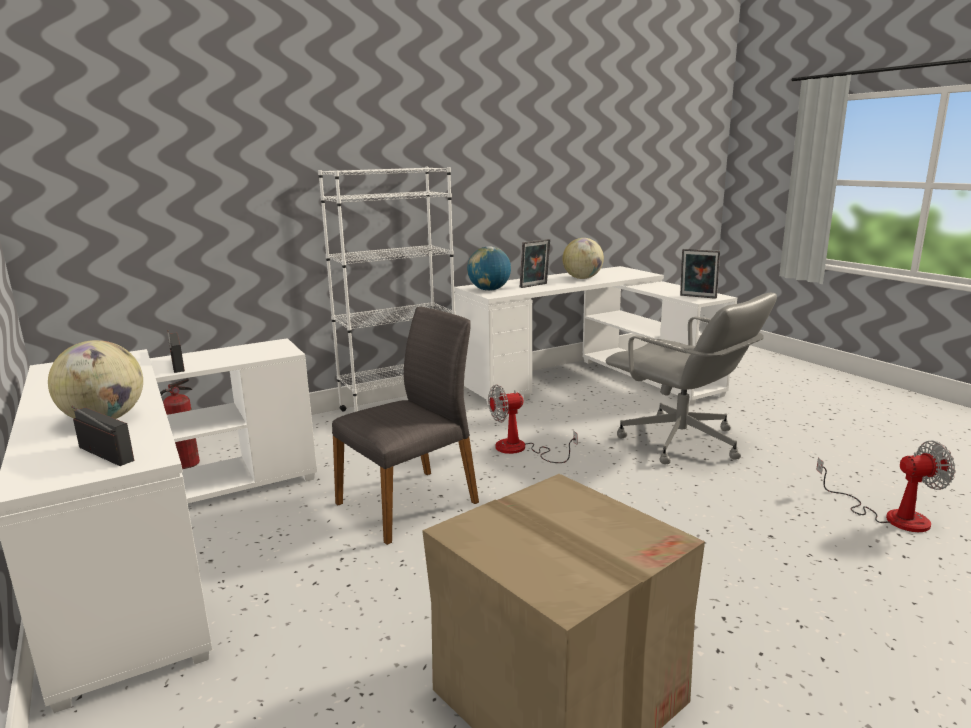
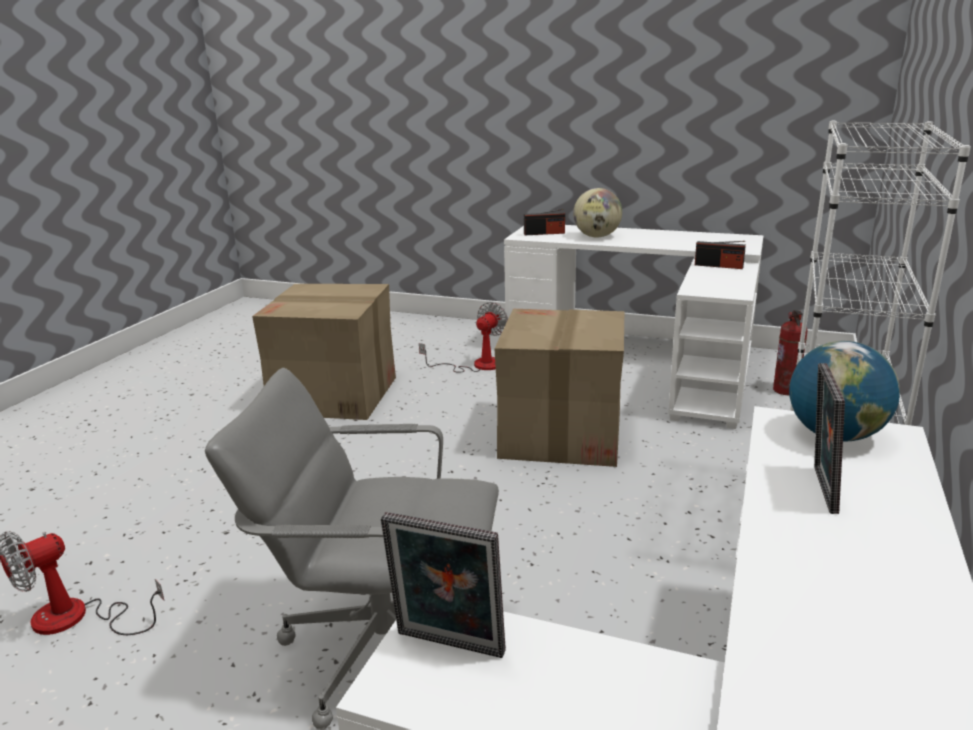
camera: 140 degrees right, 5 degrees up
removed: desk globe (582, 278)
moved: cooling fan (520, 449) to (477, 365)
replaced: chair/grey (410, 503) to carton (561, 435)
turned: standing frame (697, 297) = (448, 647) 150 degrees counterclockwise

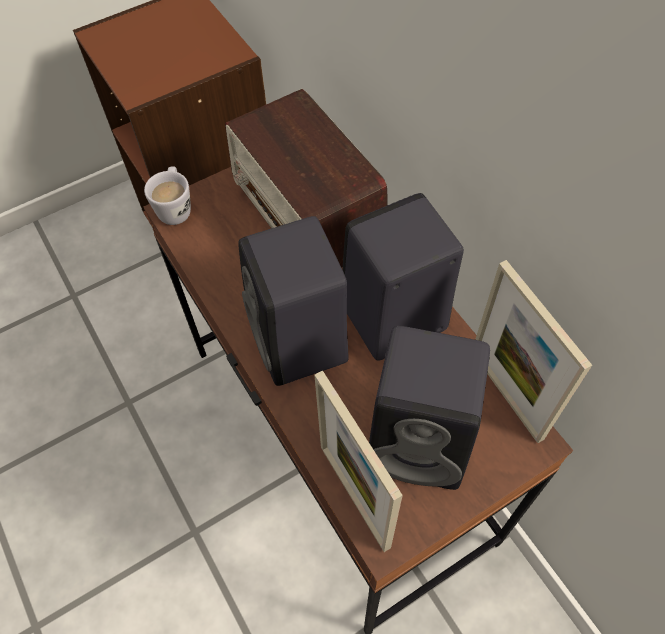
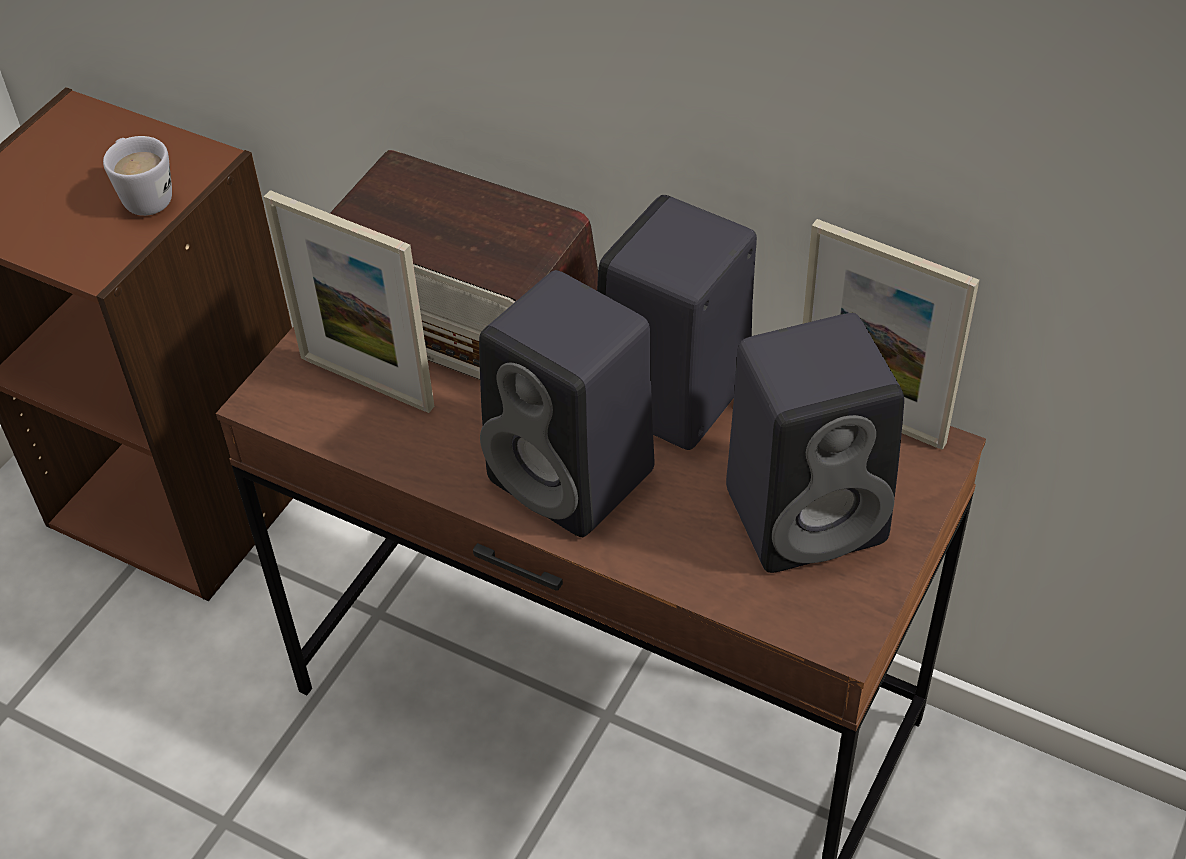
camera: 30 degrees left, 10 degrees down
moved: tea mug/whitish (175, 208) to (144, 196); standing frame (354, 496) to (366, 382)

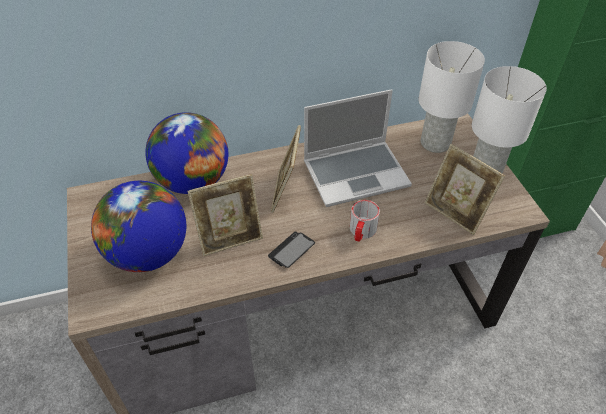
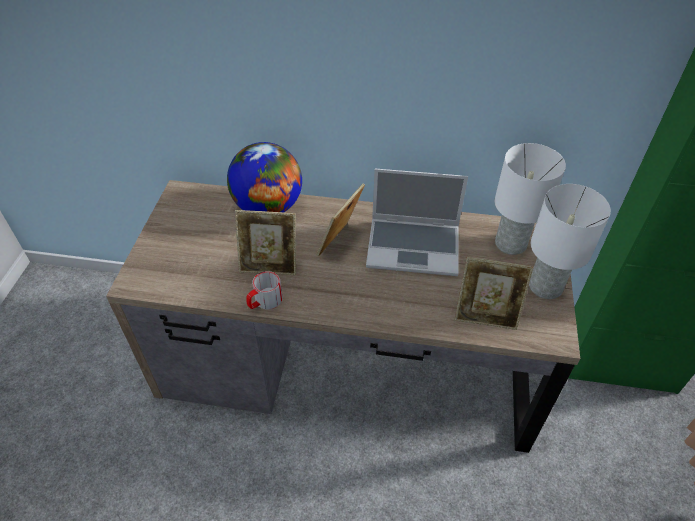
camera: 25 degrees right, 0 degrees up
removed: desk globe (149, 254); telephone (291, 250)
moved: tea mug (361, 232) to (264, 301)
turned: standing frame (455, 213) = (486, 316) 60 degrees counterclockwise

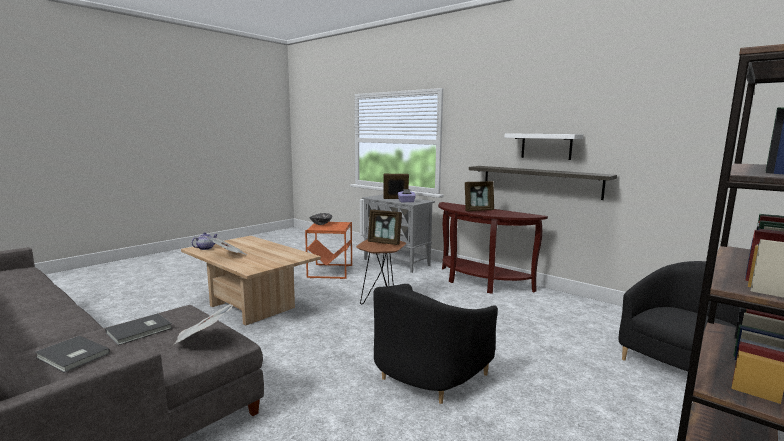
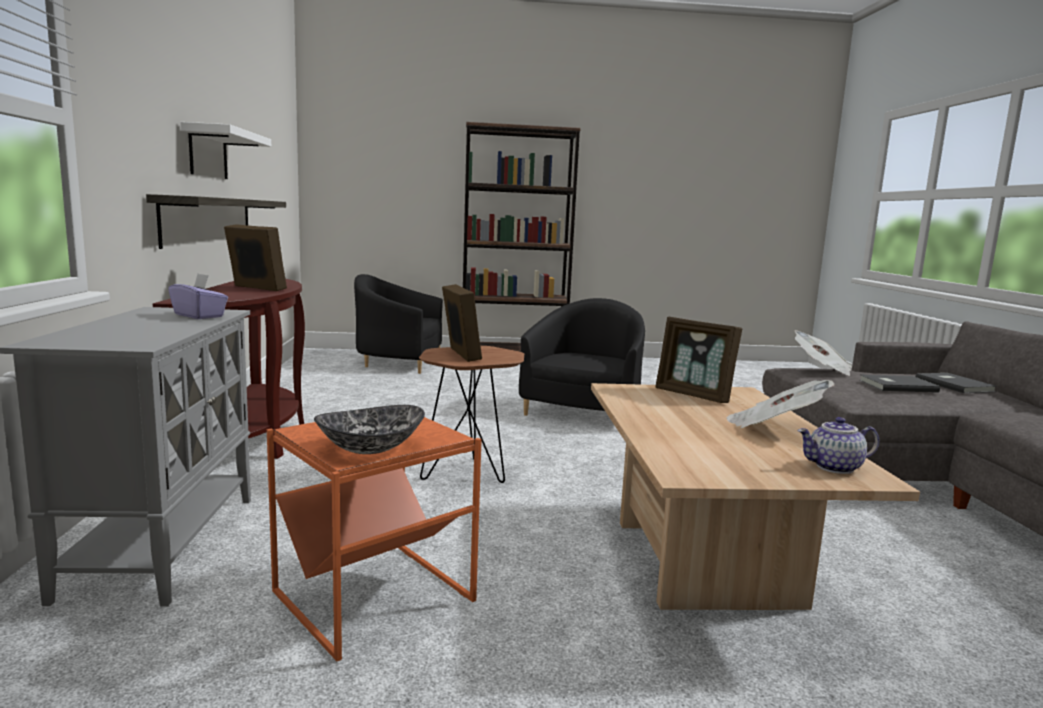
camera: 135 degrees left, 0 degrees up
moved: standing frame (395, 199) to (694, 395)
turned: lounge chair/black-coloured (427, 376) = (584, 411) 60 degrees counterclockwise

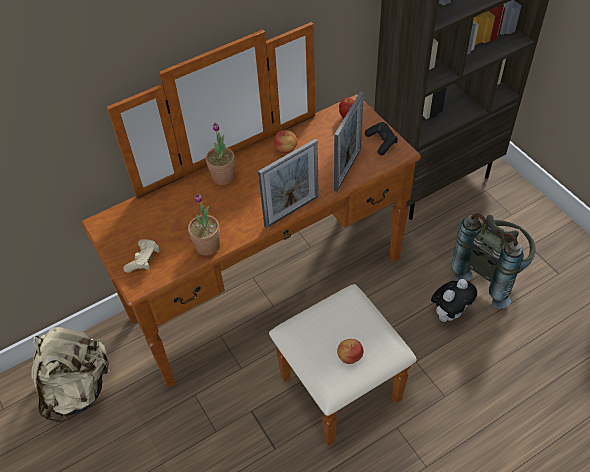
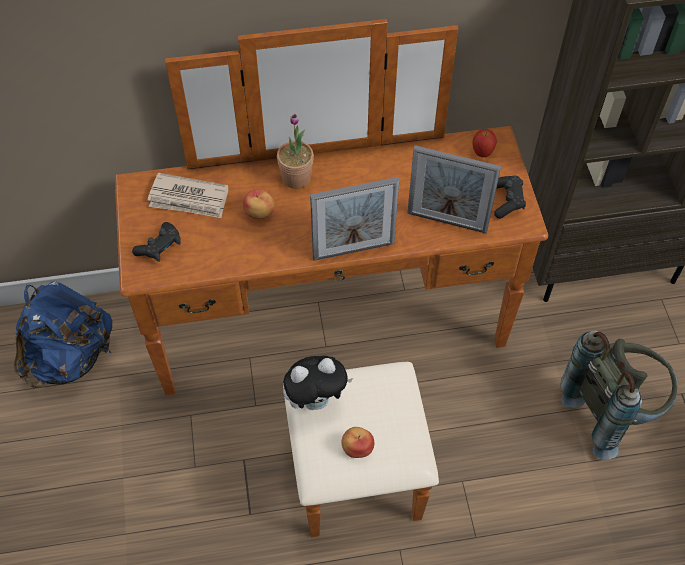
camera: 20 degrees right, 5 degrees up
removed: houseplant (207, 245)
added: printed paper (189, 199)
moved: whole apple (286, 149) to (259, 213); soft toy (449, 313) to (316, 400)
recoloured: backpack/beige (78, 388) to backpack/blue-coloured (70, 356); joypad/beige (143, 260) to joypad/black-coloured (160, 247)
turned: standing frame (347, 169) = (447, 222) 60 degrees clockwise

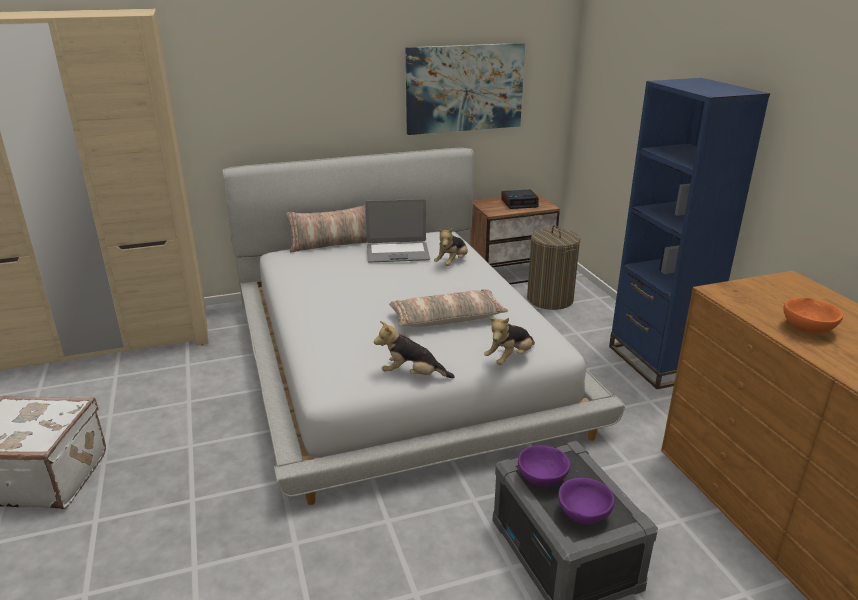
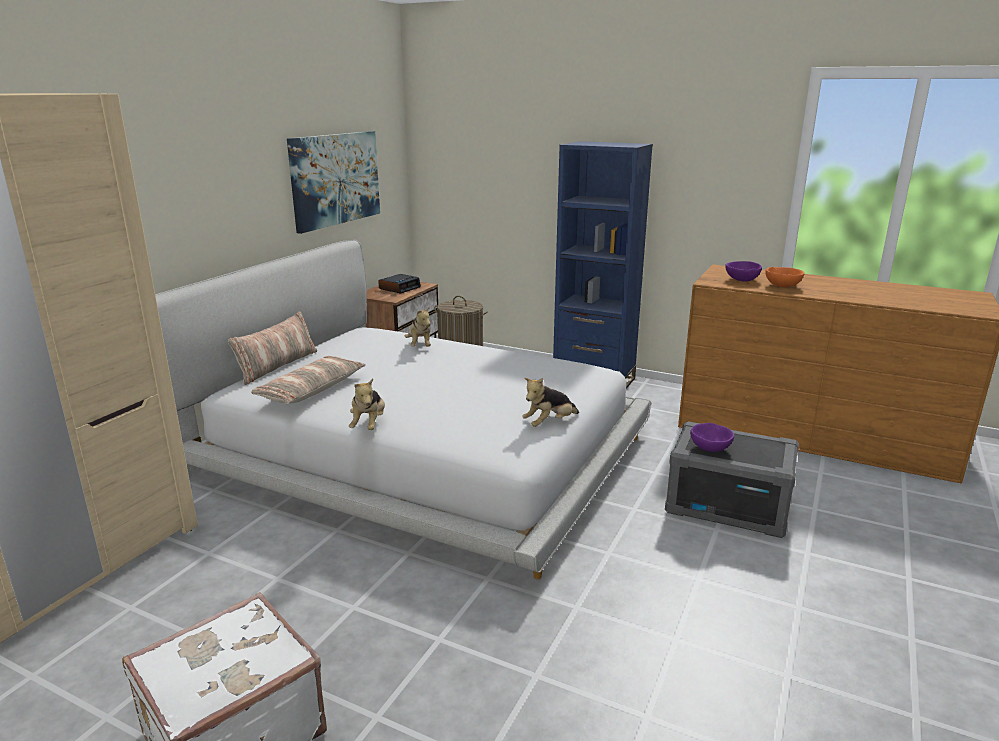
camera: 45 degrees left, 5 degrees down
removed: notebook computer (397, 253)
moved: pillow (447, 318) to (311, 390); soft toy (510, 358) to (369, 425); serving bowl/purple (583, 513) to (741, 280)

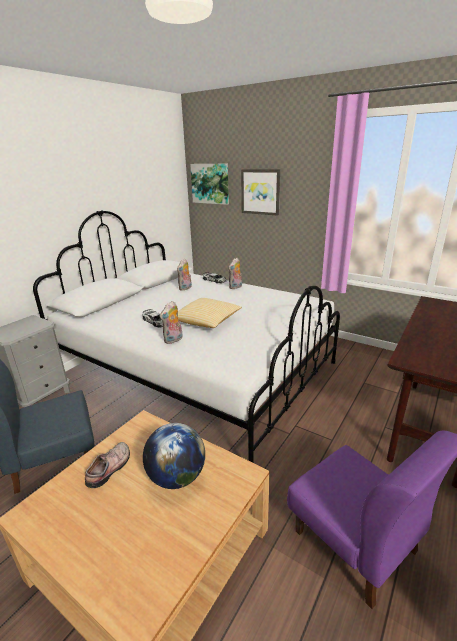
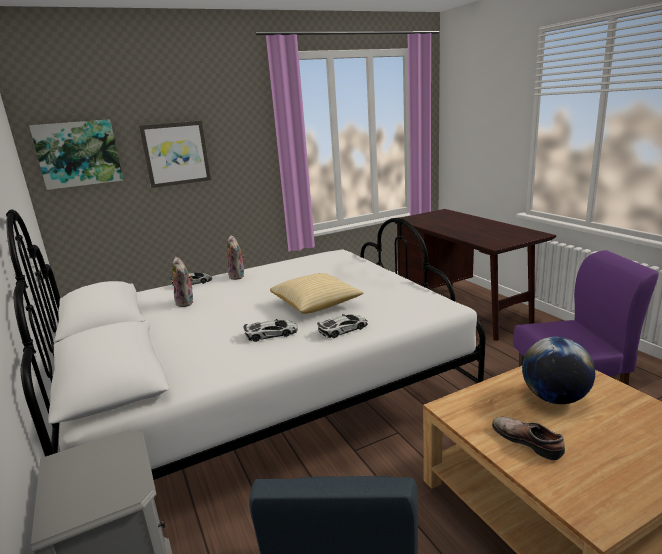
camera: 60 degrees left, 5 degrees down
replaced: soft toy (173, 340) to toy car (343, 329)

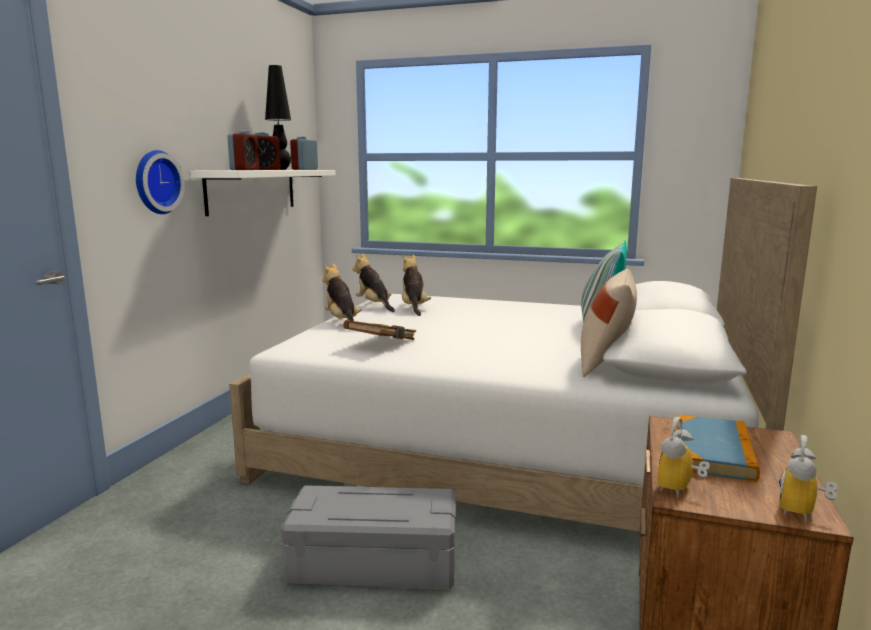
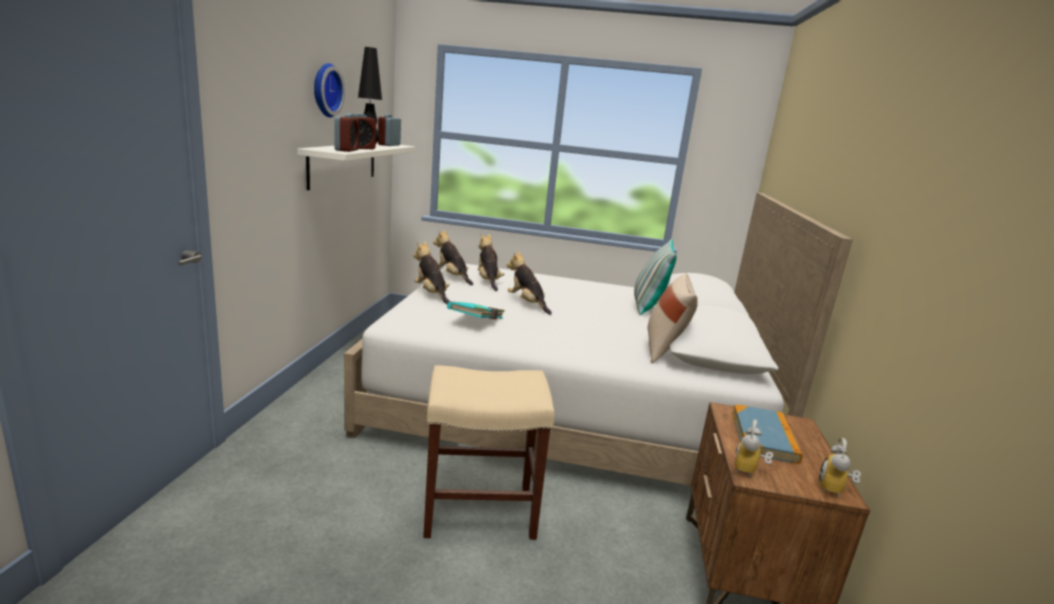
camera: 10 degrees left, 5 degrees up
added: soft toy (527, 304)
moved: wall clock (155, 182) to (325, 90)
replaced: storage container/grey (375, 562) to stool/beige (481, 510)
recoloured: book/brown-coloured (382, 344) to book/turquoise (476, 322)

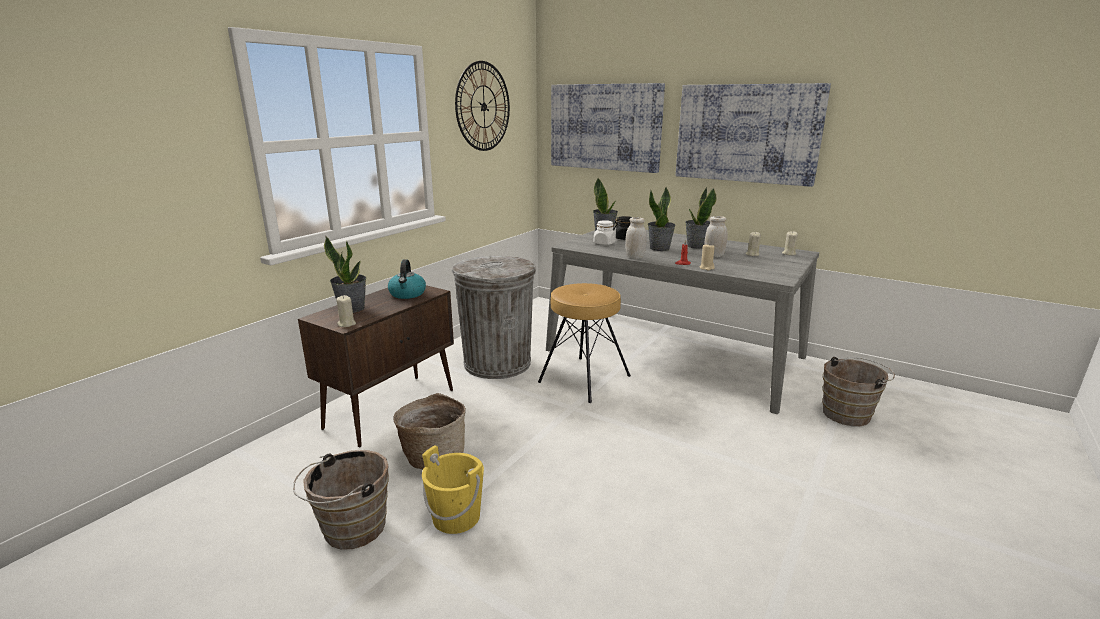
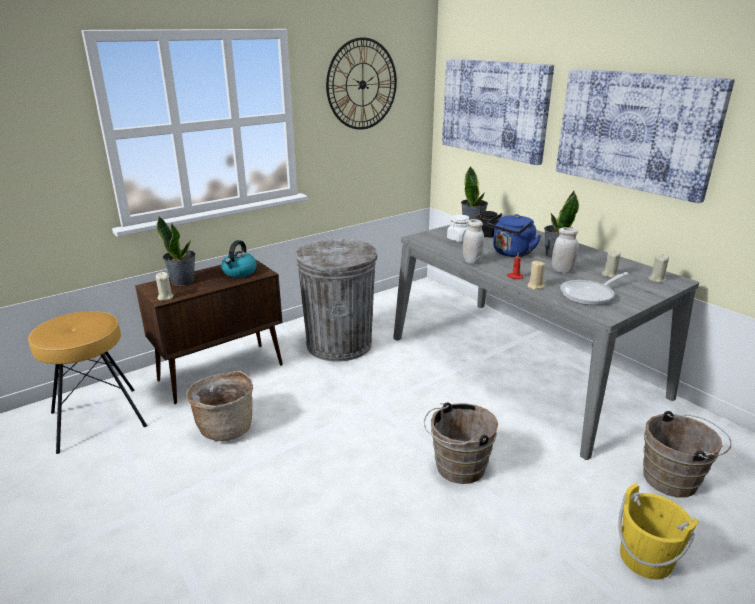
camera: 20 degrees right, 5 degrees up
added: skillet (590, 295)
moved: bucket/brown-coloured (350, 530) to (456, 467); bucket/yellow (456, 517) to (645, 558); stool/brown-coloured (584, 378) to (98, 418)
replaced: houseplant (660, 248) to kettle/blue-coloured (511, 253)

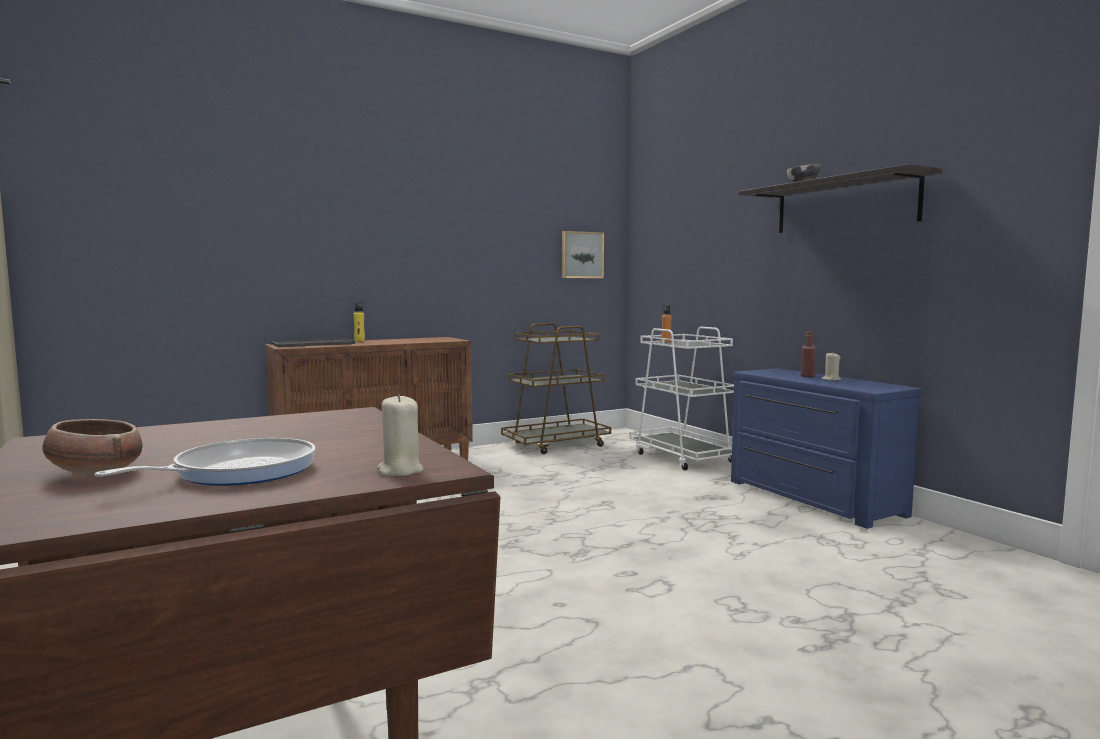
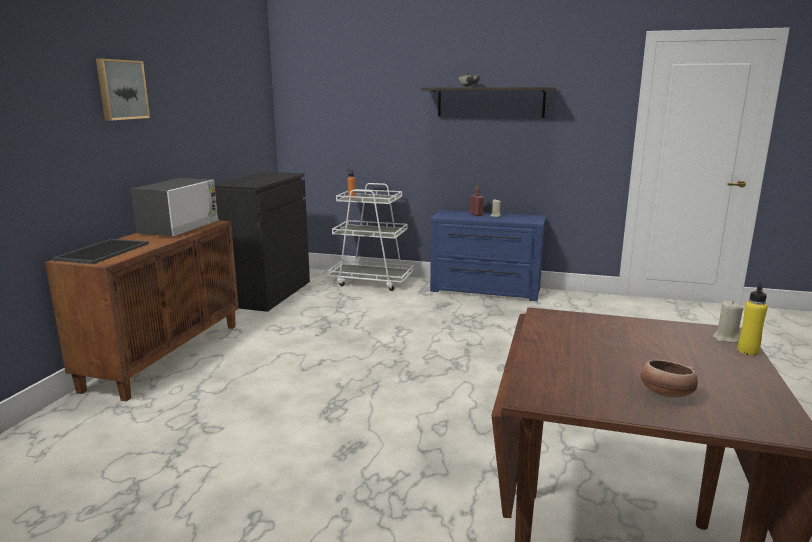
camera: 45 degrees left, 10 degrees up
removed: skillet (237, 471)
added: kitchen microwave (180, 228)
moved: drink bottle/yellow (359, 340) to (748, 351); picture (581, 255) to (121, 89)
replaced: trolley/brown-coloured (556, 444) to cupboard/black-coloured (269, 293)

